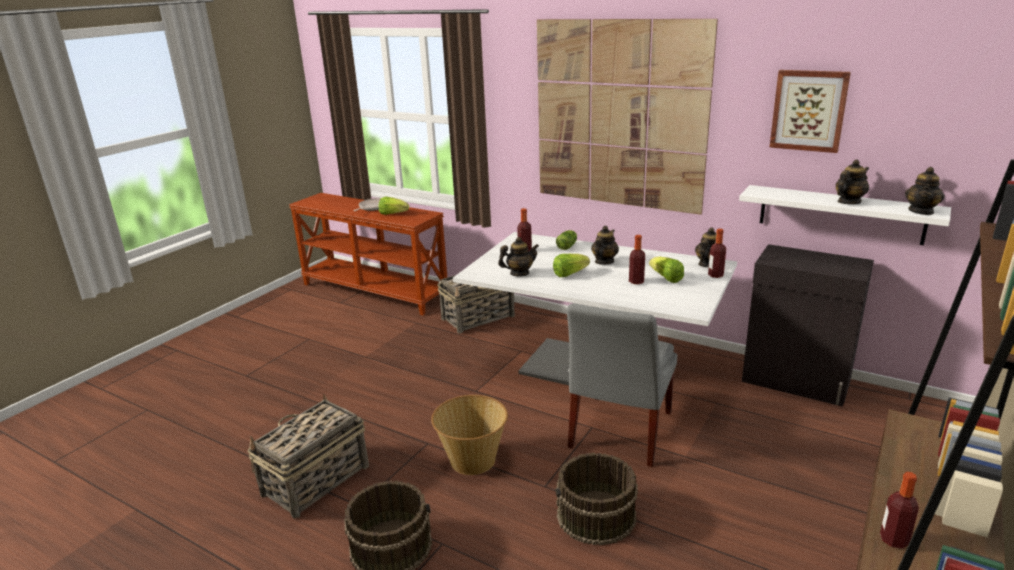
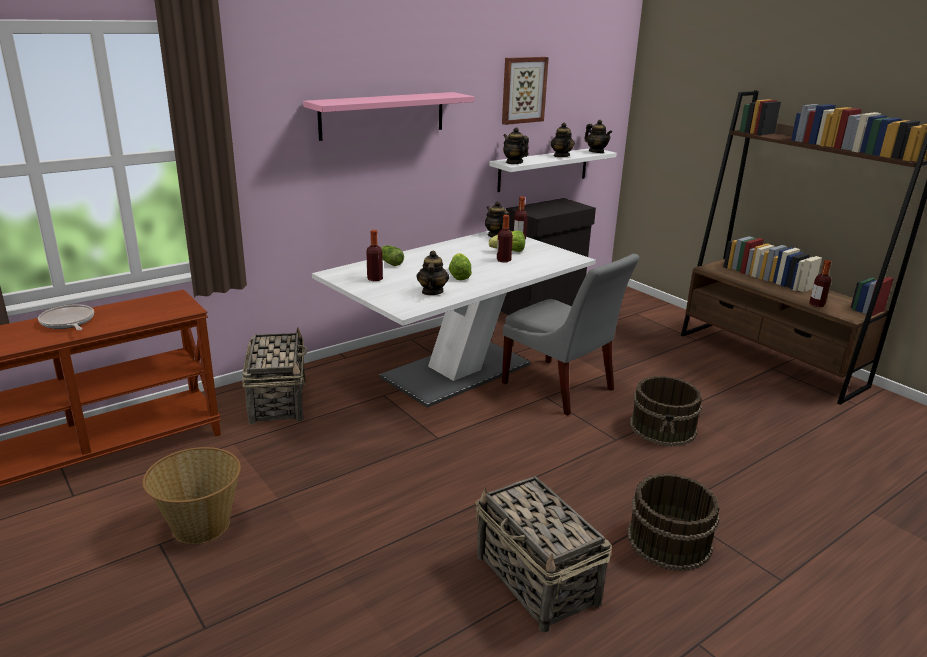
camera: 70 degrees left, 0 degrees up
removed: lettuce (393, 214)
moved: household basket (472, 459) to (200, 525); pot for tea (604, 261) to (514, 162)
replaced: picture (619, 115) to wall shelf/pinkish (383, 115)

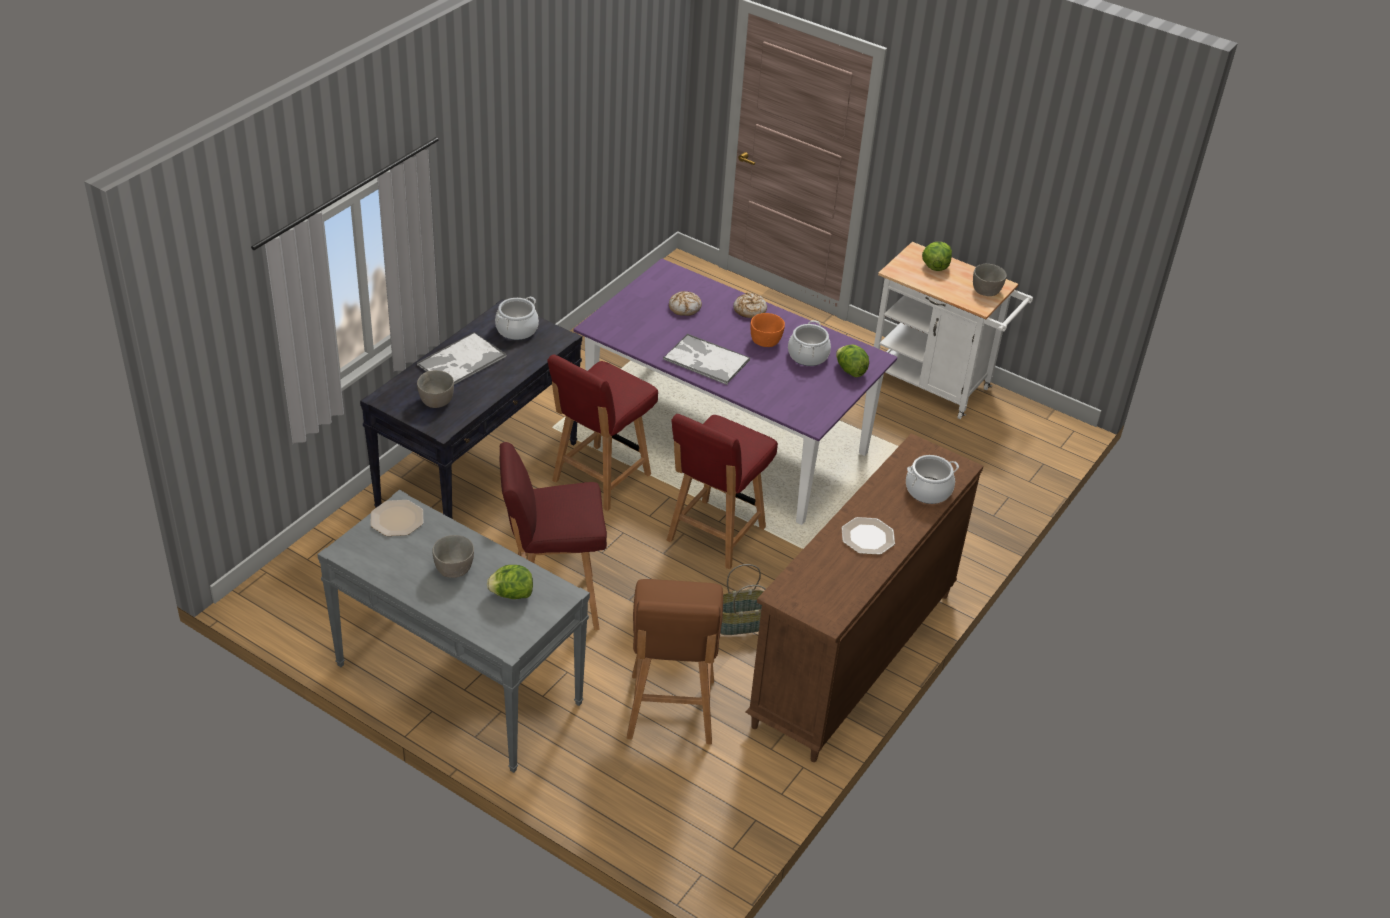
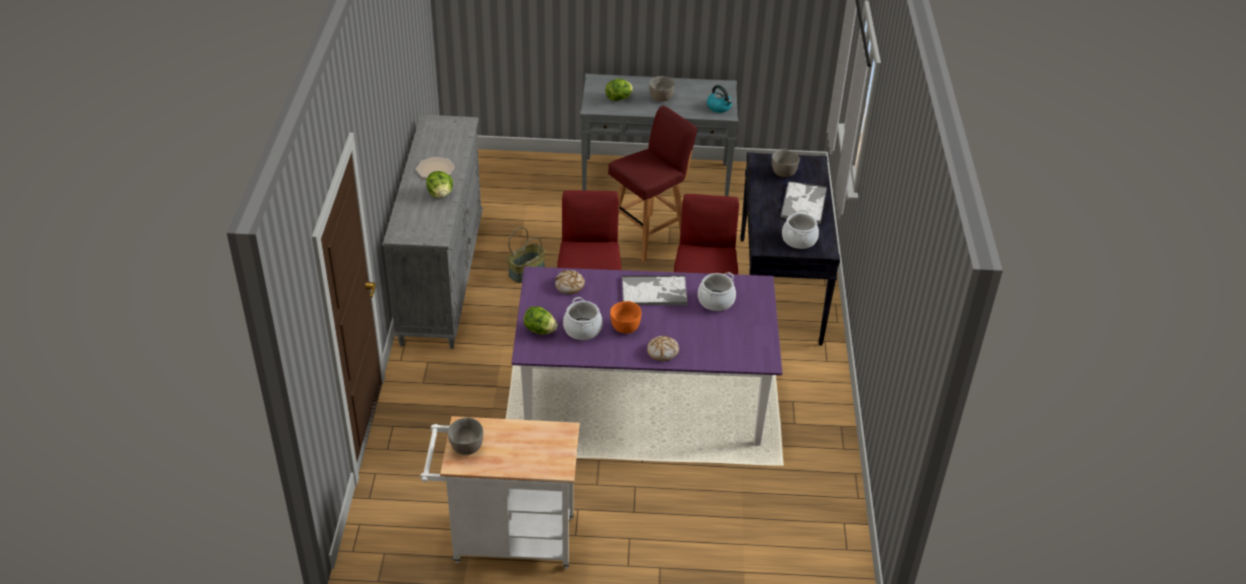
camera: 150 degrees right, 0 degrees up
removed: stool/brown-coloured (670, 711)
moved: bread (685, 307) to (569, 286); stockpot (928, 491) to (715, 301); lettuce (935, 266) to (440, 194)
replaced: plate (396, 519) to kettle (719, 107)
recoloured: chest of drawers/brown-coloured (852, 659) to chest of drawers/grey (442, 280)

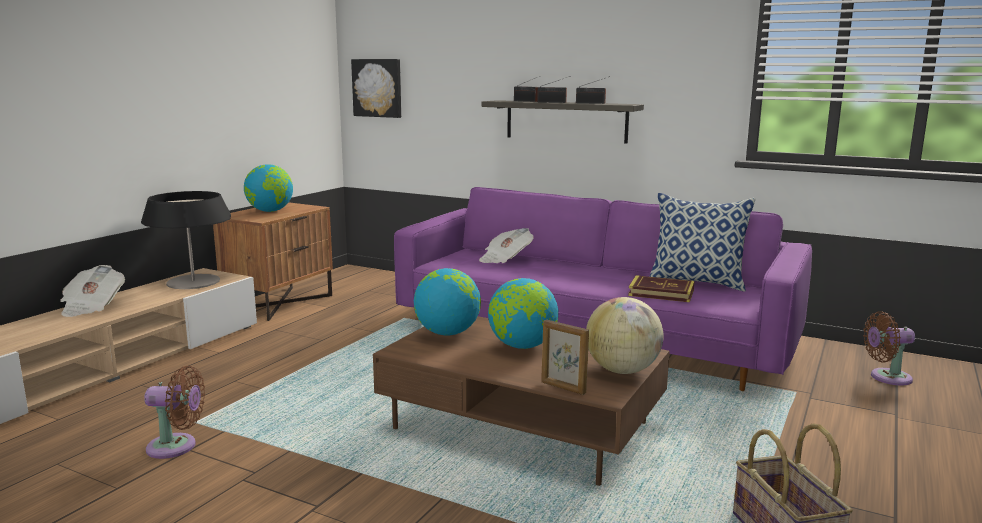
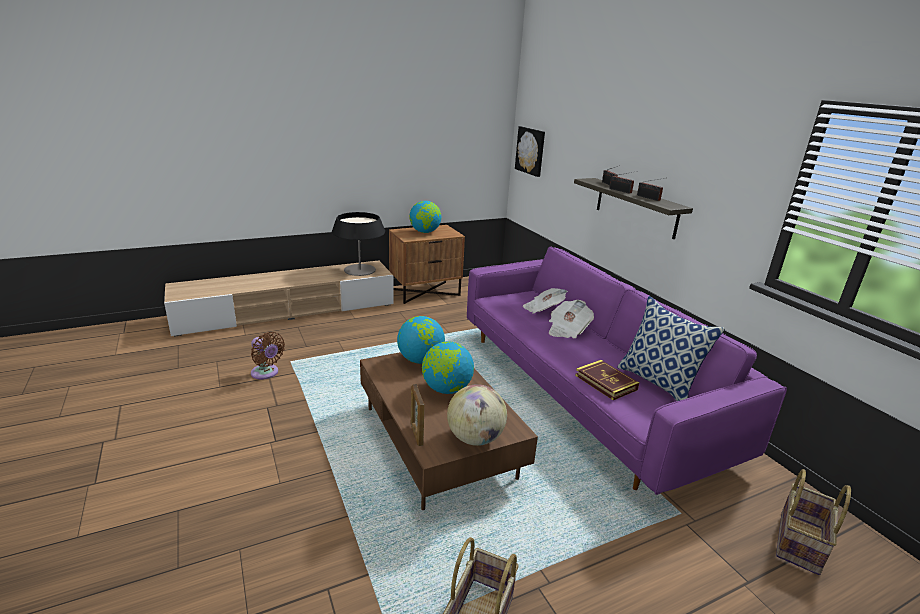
camera: 35 degrees right, 10 degrees up
moved: printed paper (92, 307) to (567, 330)
replaced: cooling fan/brown-coloured (886, 377) to household basket (800, 543)

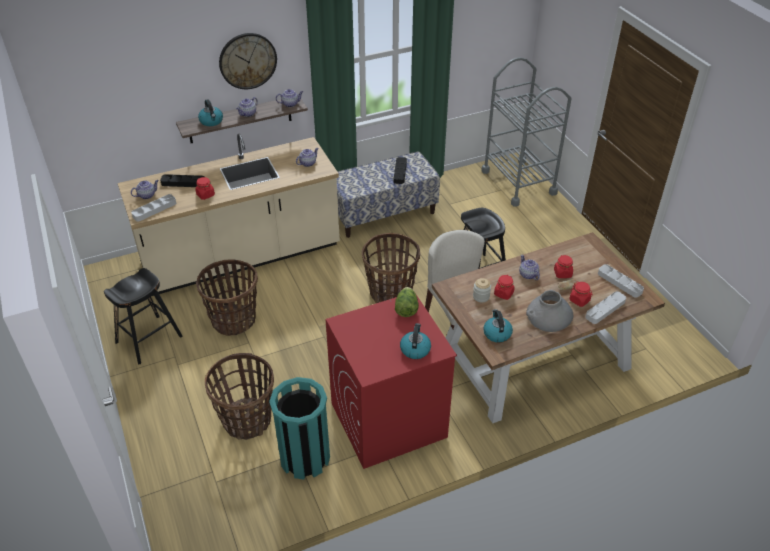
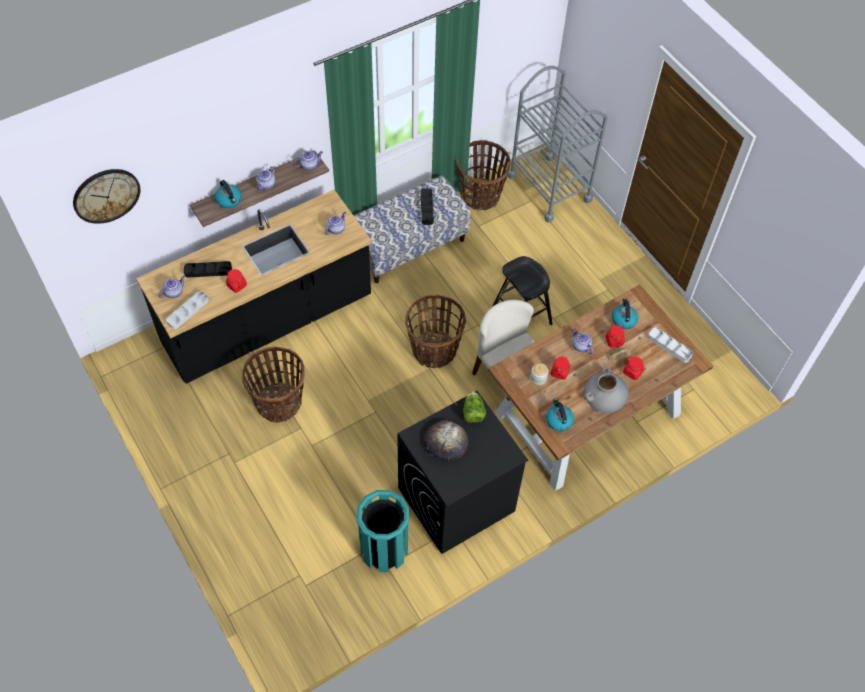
camera: 10 degrees left, 15 degrees up
removed: stool/black-coloured (149, 339); tray/grey (605, 309)
added: bread (445, 442)
moved: household basket (247, 420) to (480, 195); wall clock (248, 61) to (106, 195); kettle (415, 349) to (623, 319)
recoloured: kitchen base unit/beige (241, 257) to kitchen base unit/black-coloured (267, 321); laundry machine/reddish (387, 420) to laundry machine/black-coloured (455, 500)

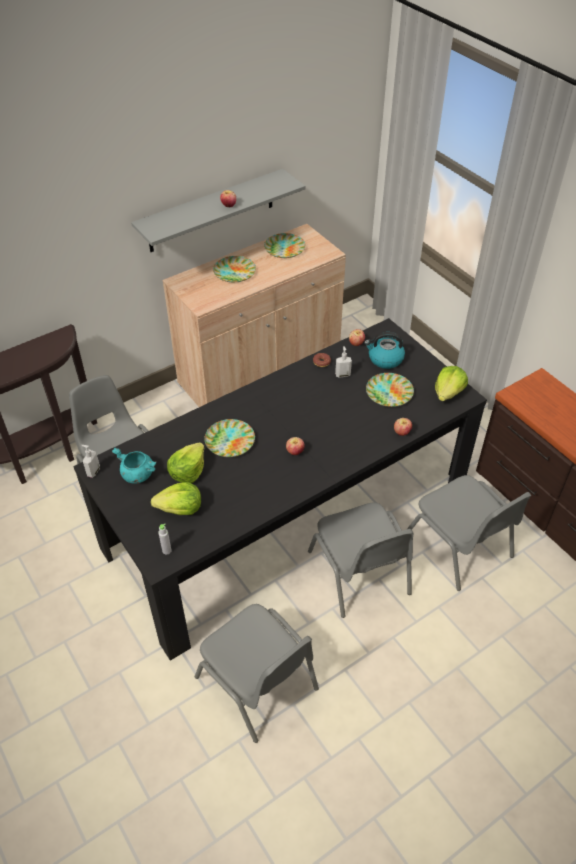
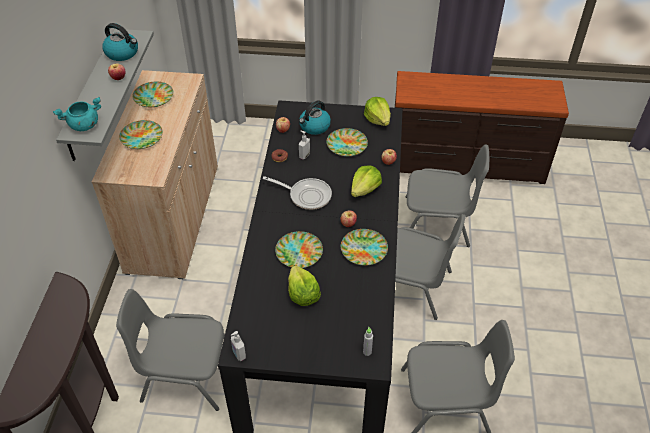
camera: 50 degrees left, 0 degrees up
added: kettle (122, 53); skillet (307, 195); plate (364, 249)
moved: stockpot/turquoise (137, 474) to (83, 125); lettuce (180, 509) to (365, 189)

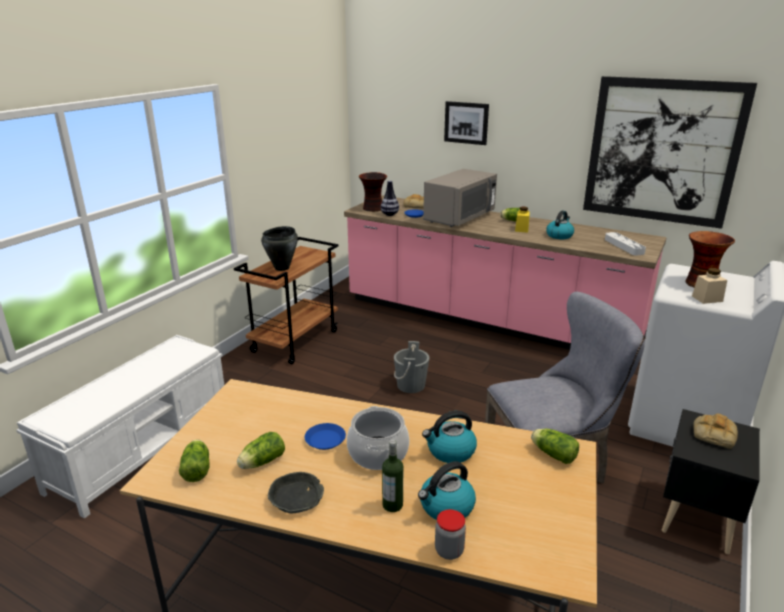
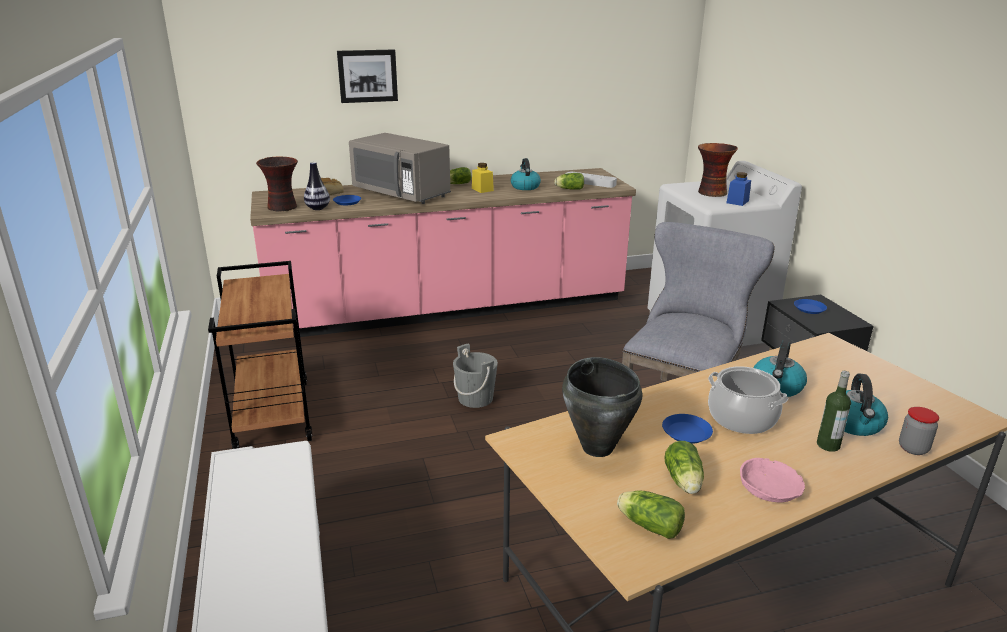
camera: 45 degrees left, 0 degrees up
removed: picture (662, 151)
moved: stockpot/black-coloured (282, 268) to (598, 447); lettuce (552, 454) to (568, 189)
replaced: bread (713, 434) to plate/blue-coloured (809, 309)
recoloured: serving bowl/grey (296, 499) to serving bowl/pinkish (770, 488); jar/beige (707, 299) to jar/blue-coloured (737, 202)
turned: kitchen microwave/grey (459, 218) = (401, 194) 135 degrees clockwise

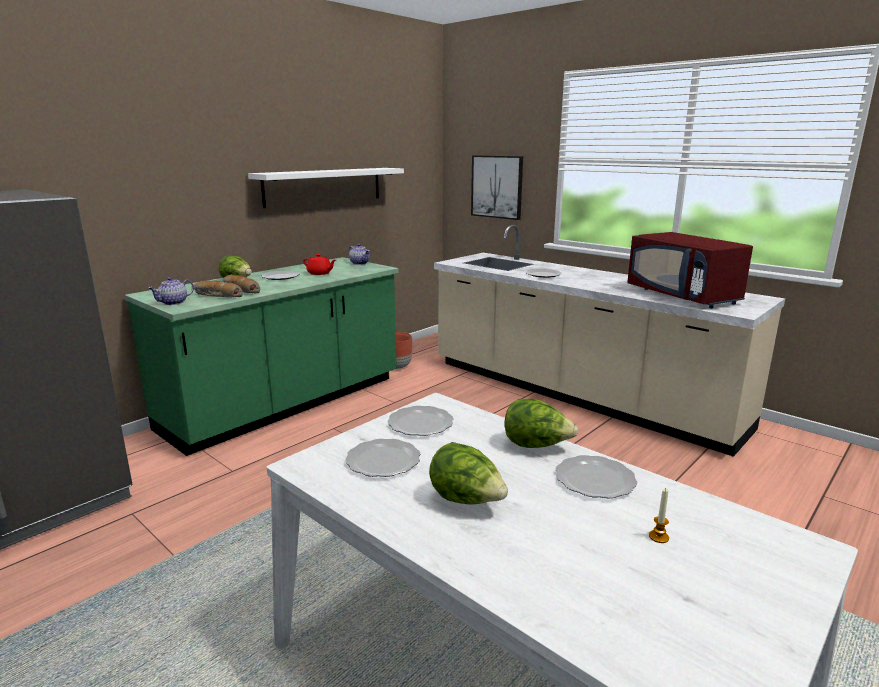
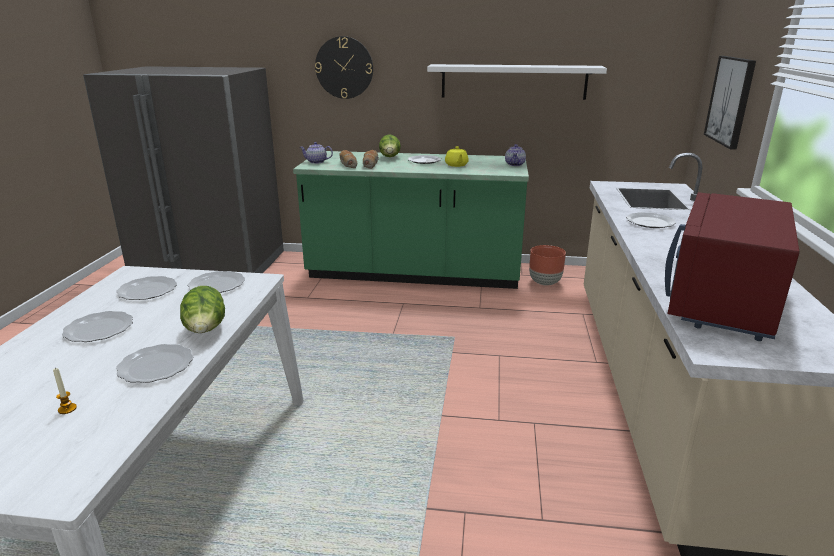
camera: 55 degrees right, 5 degrees up
added: wall clock (344, 67)
replaced: lettuce (467, 501) to plate (100, 329)
recoloured: pot for tea/reddish (320, 273) to pot for tea/yellow (456, 165)

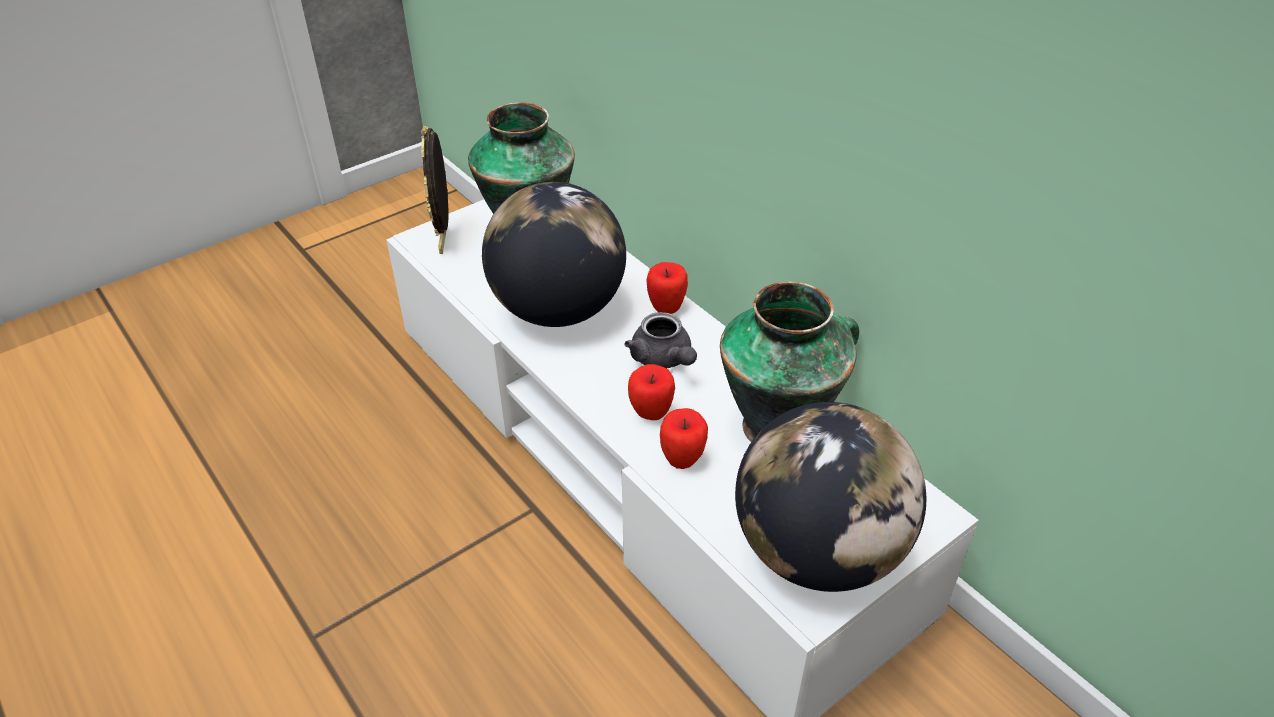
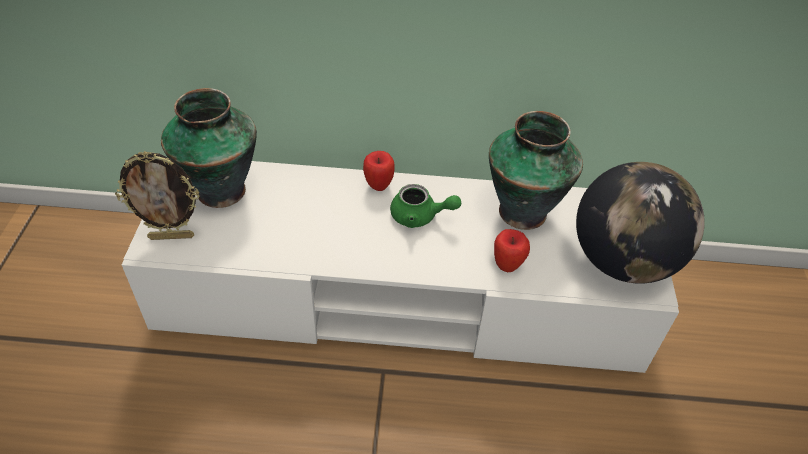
camera: 50 degrees left, 5 degrees up
removed: desk globe (558, 310); whole apple (651, 414)
recoloured: pot for tea/grey (663, 359) to pot for tea/green-coloured (420, 217)
turned: standing frame (445, 241) = (172, 236) 45 degrees counterclockwise

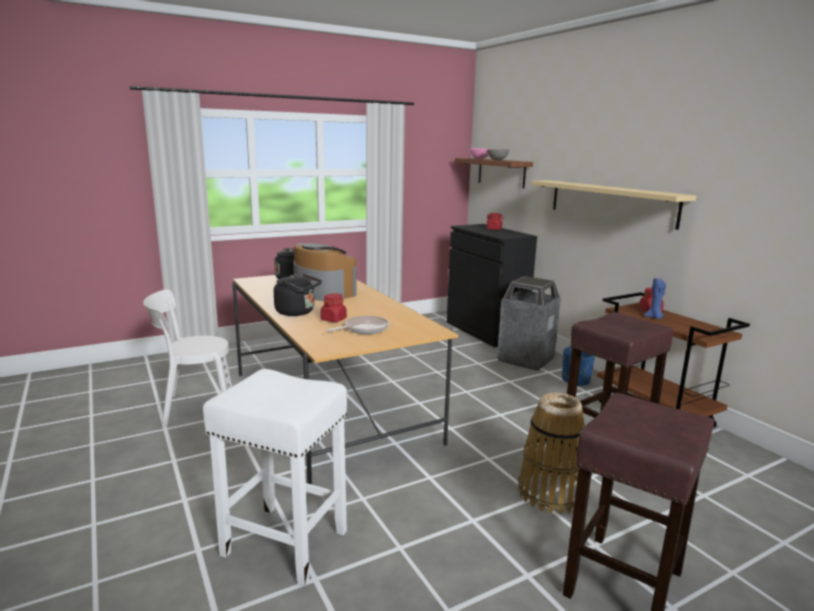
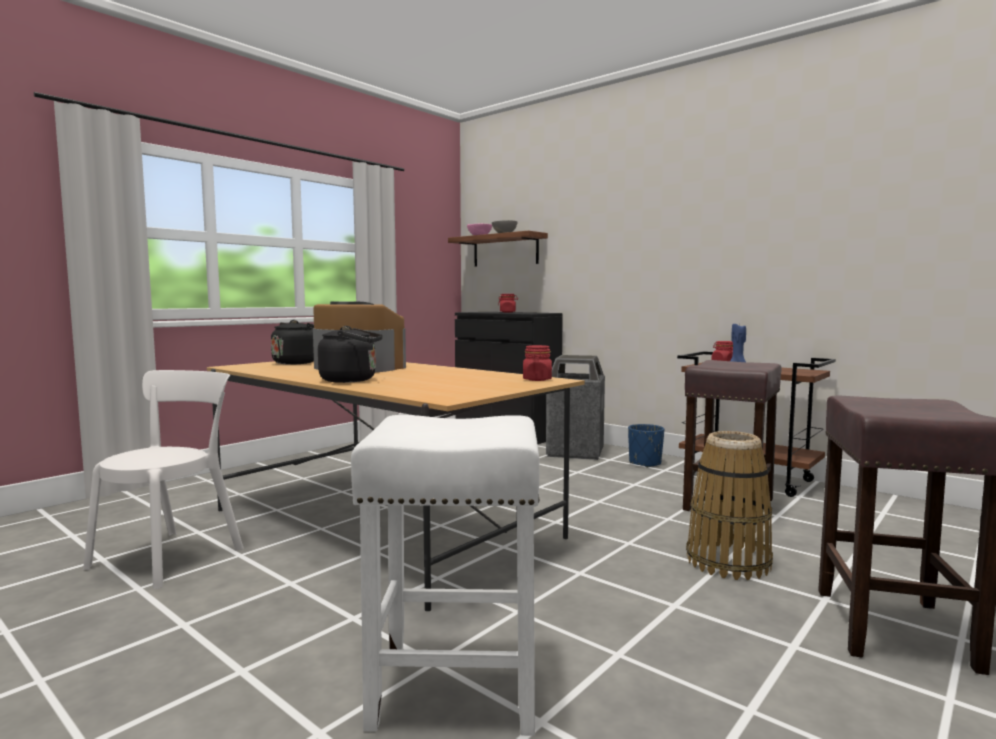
camera: 20 degrees left, 10 degrees down
removed: skillet (364, 329); wall shelf/beige (610, 202)
moved: jar/reddish (333, 319) to (537, 379)
turned: chair/whitish (194, 407) = (172, 555) 150 degrees clockwise

